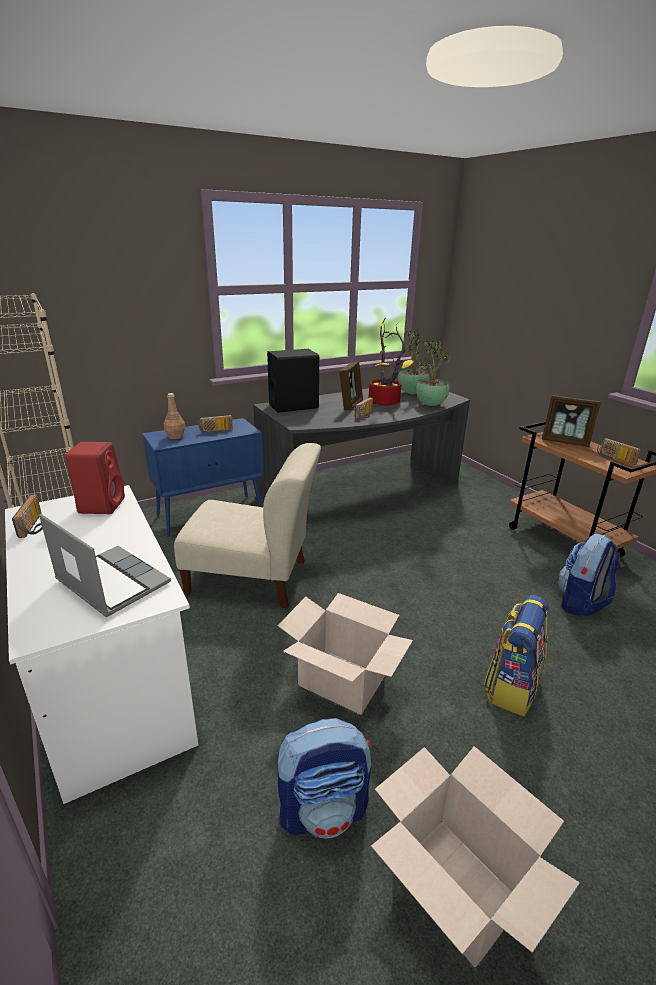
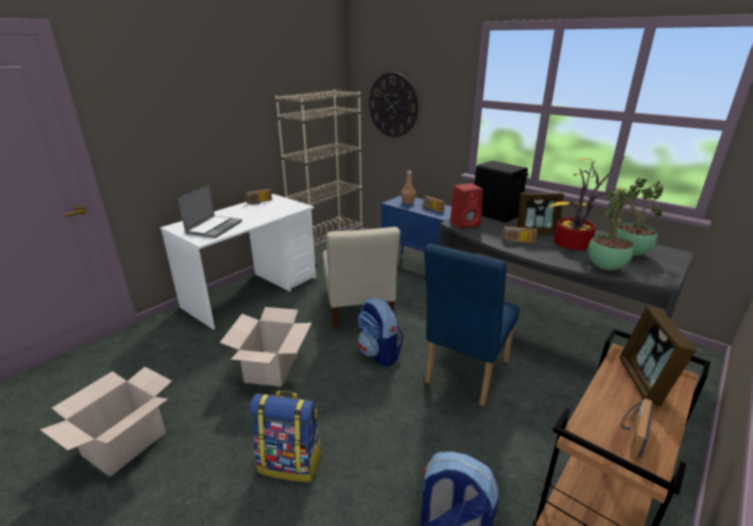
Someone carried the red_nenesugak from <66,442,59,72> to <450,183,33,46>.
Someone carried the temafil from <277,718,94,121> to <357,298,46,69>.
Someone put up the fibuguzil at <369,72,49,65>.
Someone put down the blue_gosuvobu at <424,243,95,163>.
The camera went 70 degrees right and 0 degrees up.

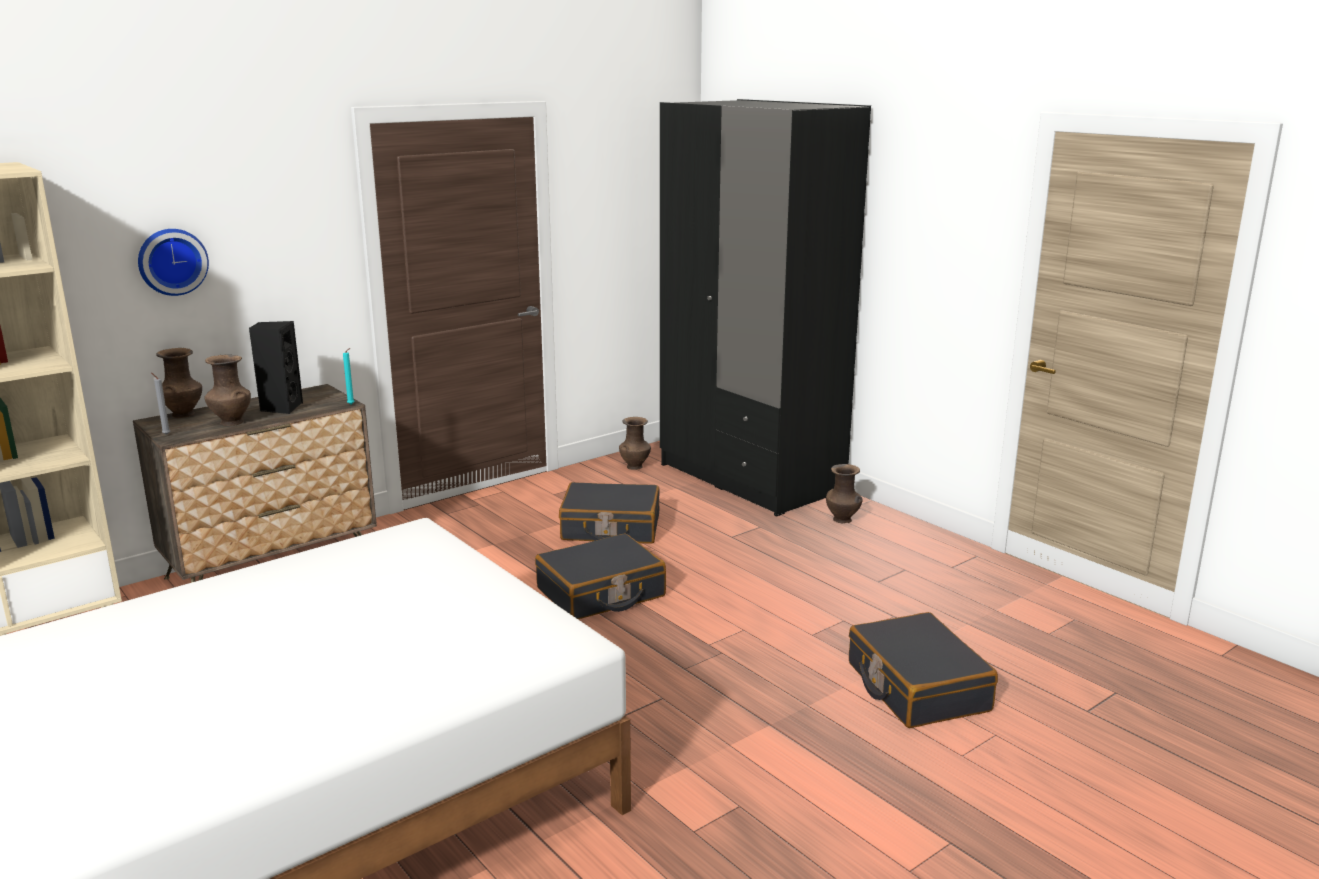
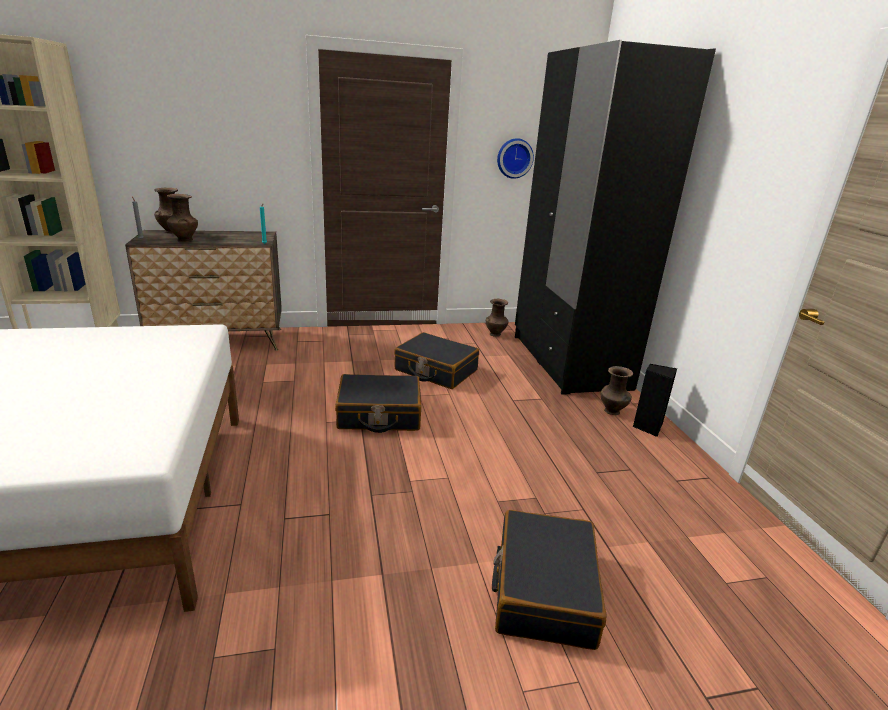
Someone carried the fibuguzil from <138,229,71,67> to <497,138,37,41>.
Someone carried the black_nenesugak from <249,321,54,93> to <633,364,44,73>.
The camera went 25 degrees right and 5 degrees up.

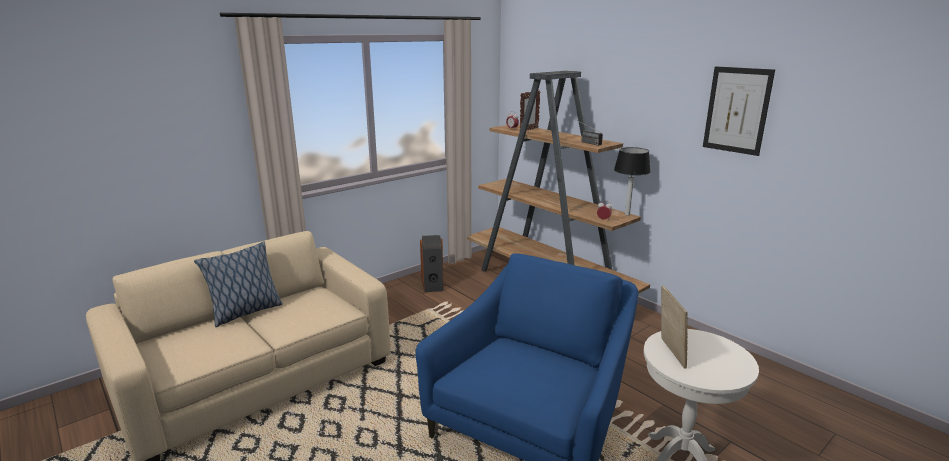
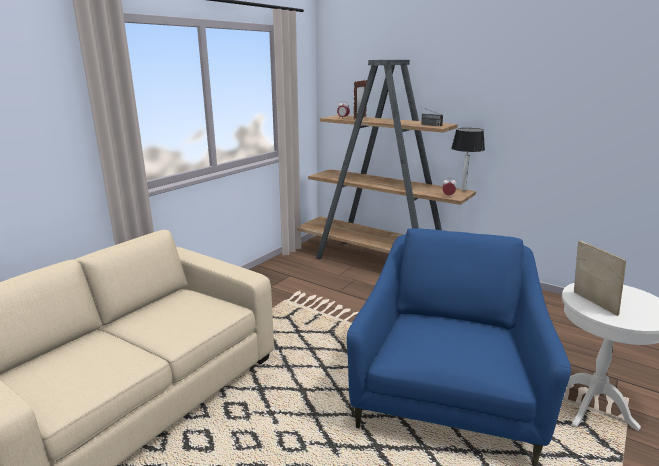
Someone took away the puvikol at <194,241,89,86>.
Someone took away the nenesugak at <420,235,24,57>.
Someone took away the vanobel at <703,66,72,90>.
The camera went 15 degrees left and 0 degrees up.

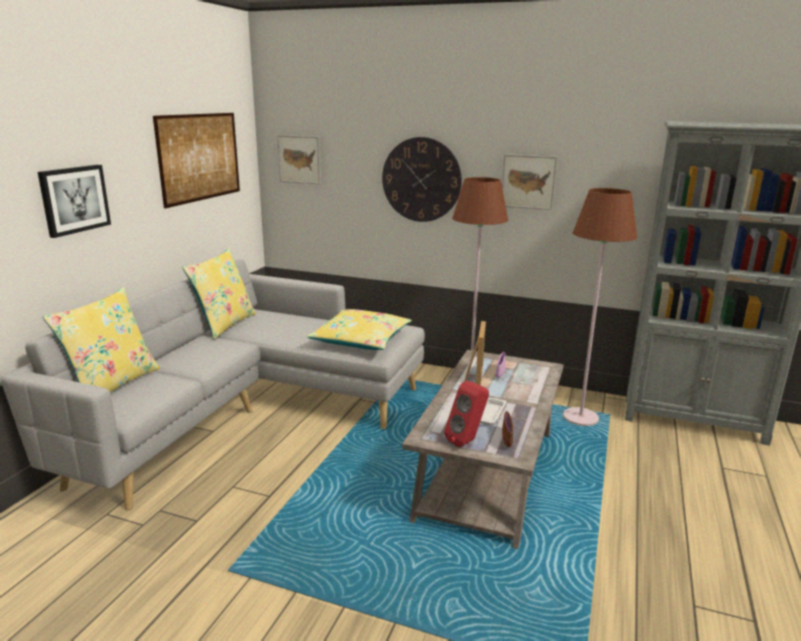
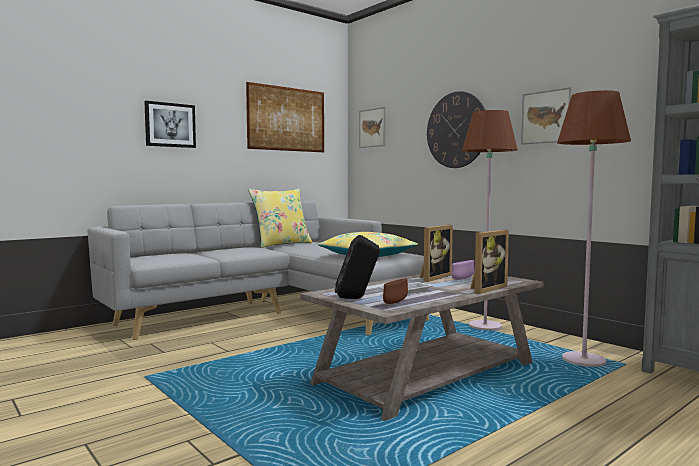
Someone took away the yellow_puvikol at <43,287,117,105>.
Someone repainted the red_nenesugak at <444,381,45,67>, which became the black_nenesugak at <335,235,45,64>.
Someone put down the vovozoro at <470,230,39,64>.
The camera went 30 degrees right and 15 degrees down.

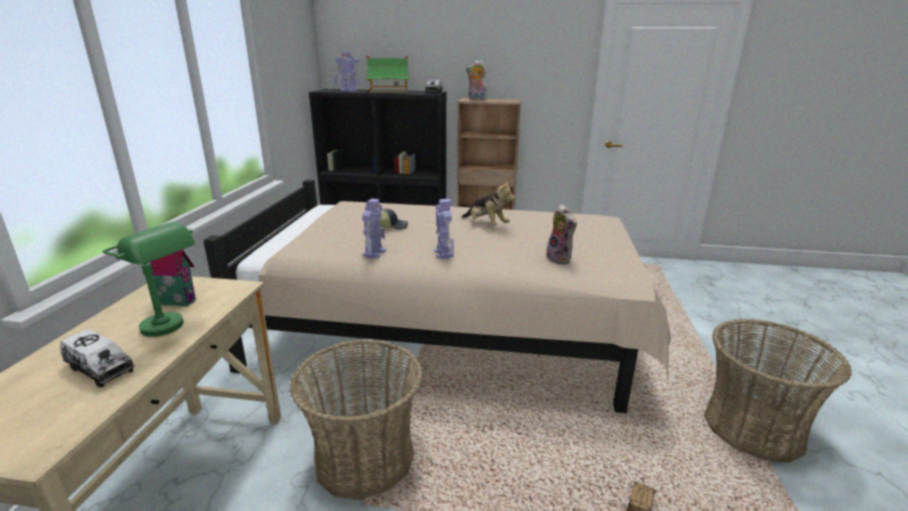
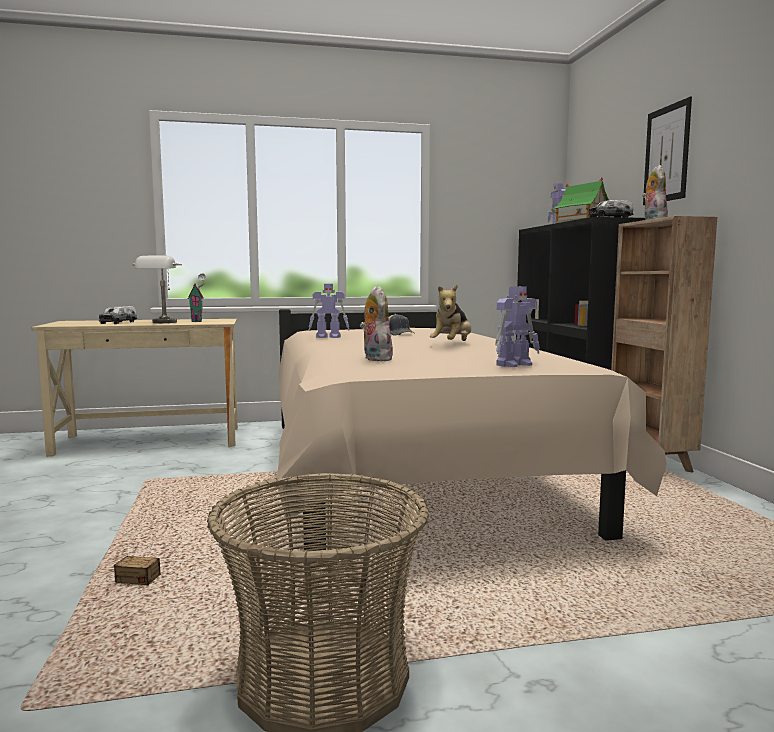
Someone repainted the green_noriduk at <103,222,92,115>, which became the grey_noriduk at <133,256,49,67>.
Someone took away the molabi at <290,339,133,161>.
Someone carried the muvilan from <434,199,20,60> to <495,286,45,81>.
Someone rotated the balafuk at <546,204,31,60> by 120 degrees clockwise.
Someone put up the vanobel at <643,97,49,108>.
The camera went 70 degrees right and 15 degrees down.

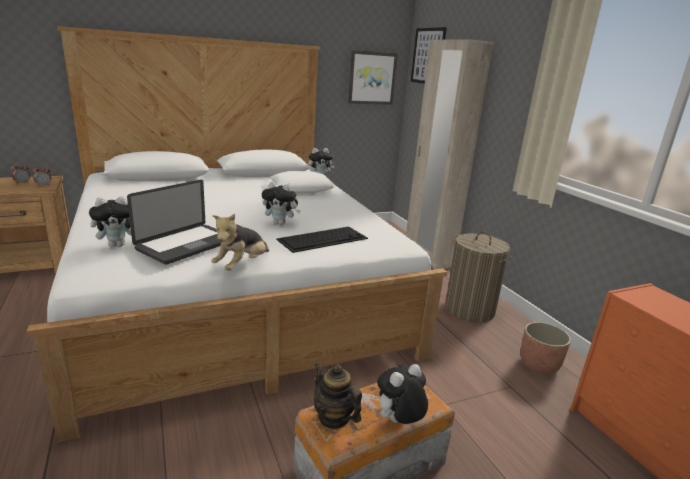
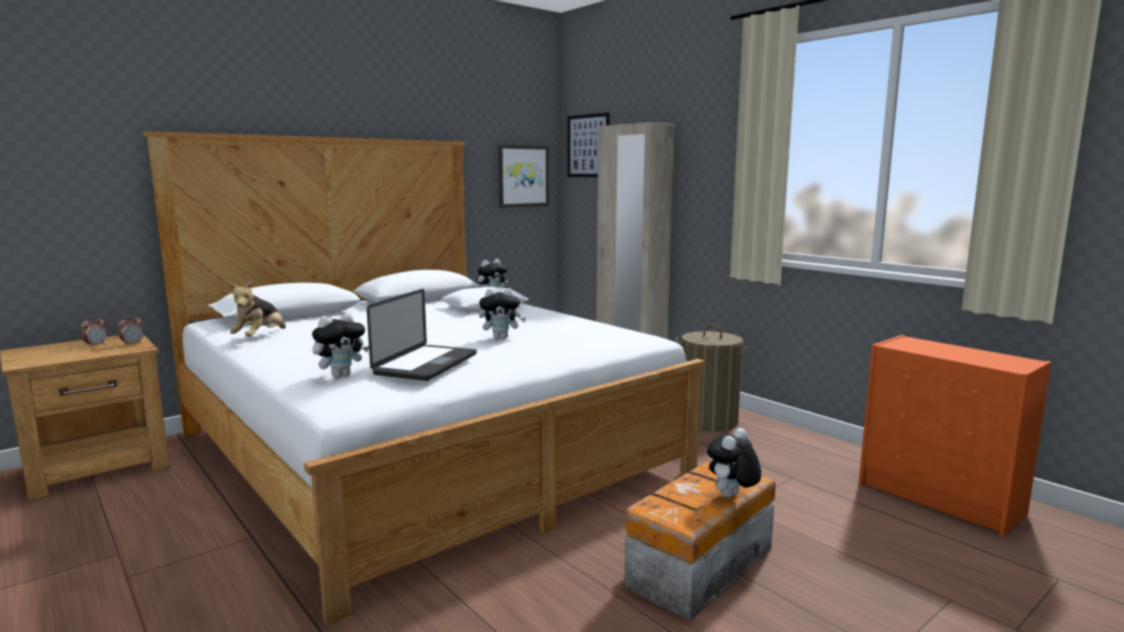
Someone carried the balafuk from <211,214,58,56> to <230,281,56,55>.
Someone took away the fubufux at <276,227,92,26>.
Someone took away the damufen at <314,362,48,67>.
Someone took away the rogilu at <520,322,51,52>.
The camera went 15 degrees left and 10 degrees down.

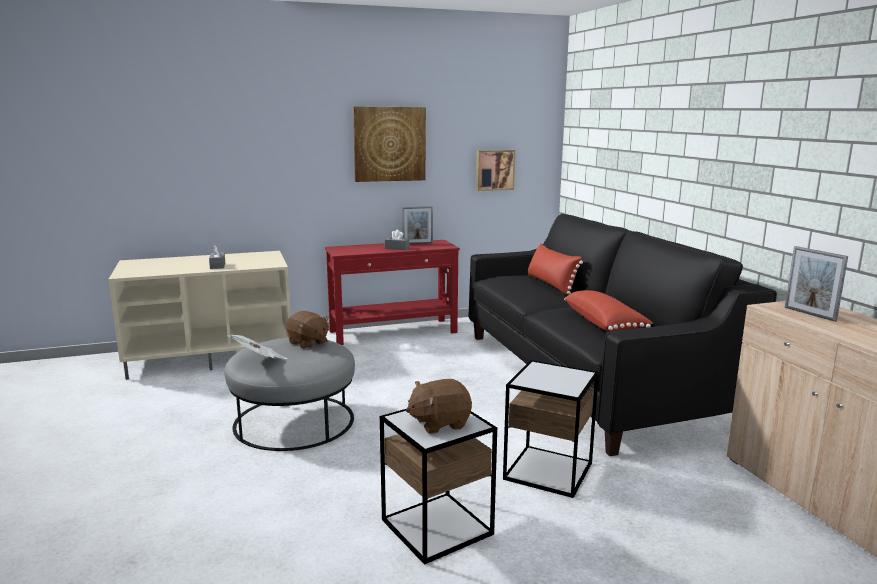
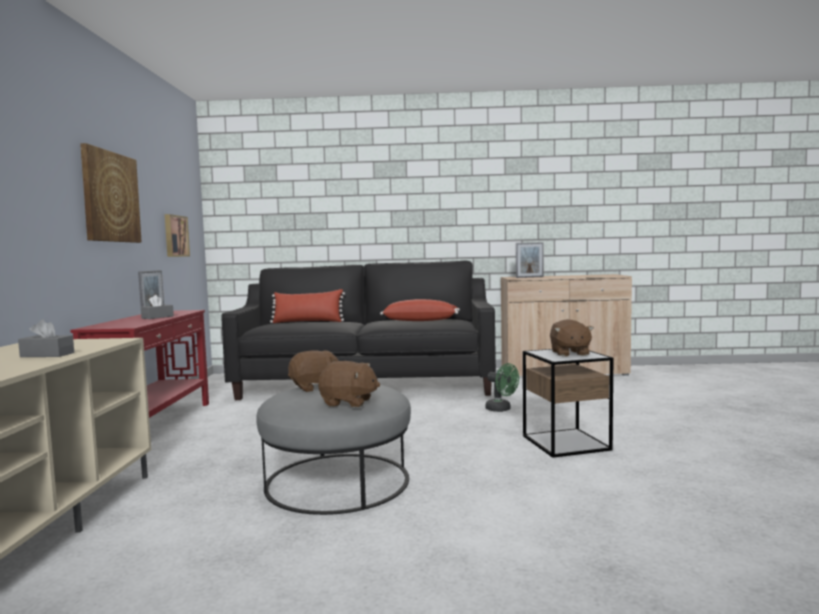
Someone swapped the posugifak at <227,335,61,24> for the brown_balafuk at <318,361,62,46>.
Someone swapped the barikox at <503,360,96,138> for the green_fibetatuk at <485,363,34,49>.
The camera went 70 degrees left and 10 degrees down.

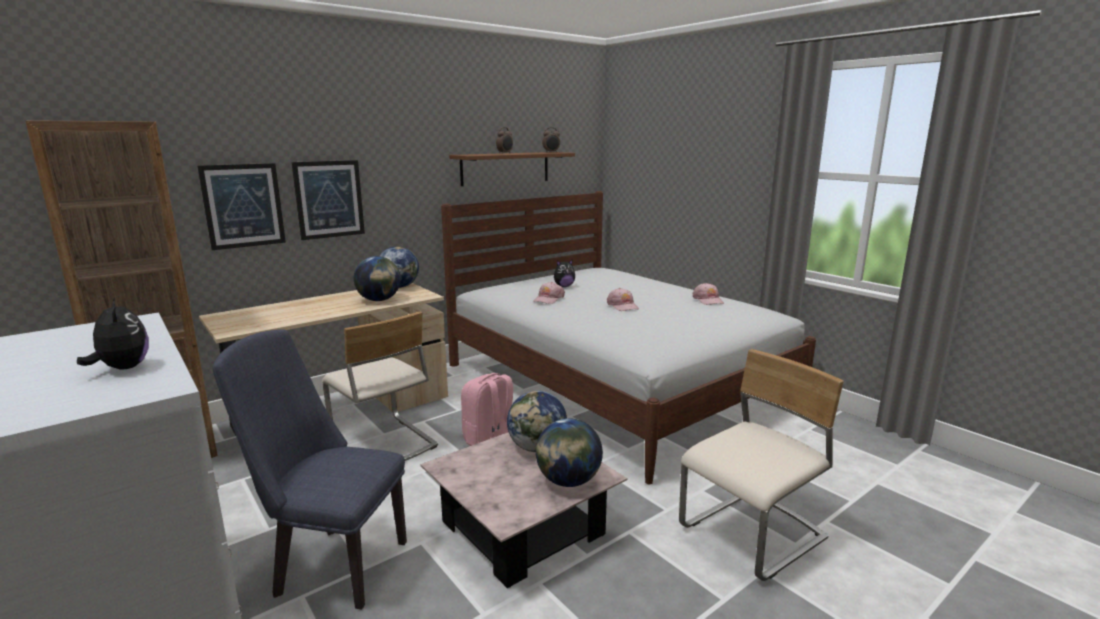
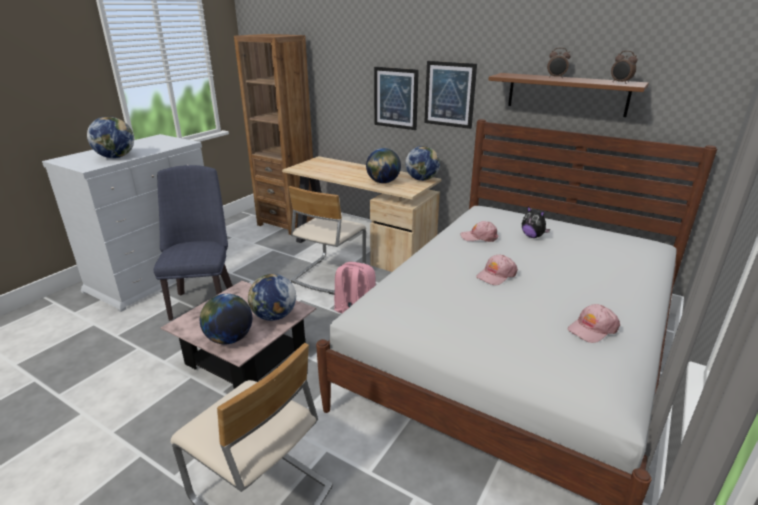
Someone swapped the balafuk at <77,297,72,72> for the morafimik at <87,116,47,42>.
Someone carried the vanobel from <197,163,89,87> to <424,61,53,68>.
The camera went 70 degrees right and 10 degrees up.

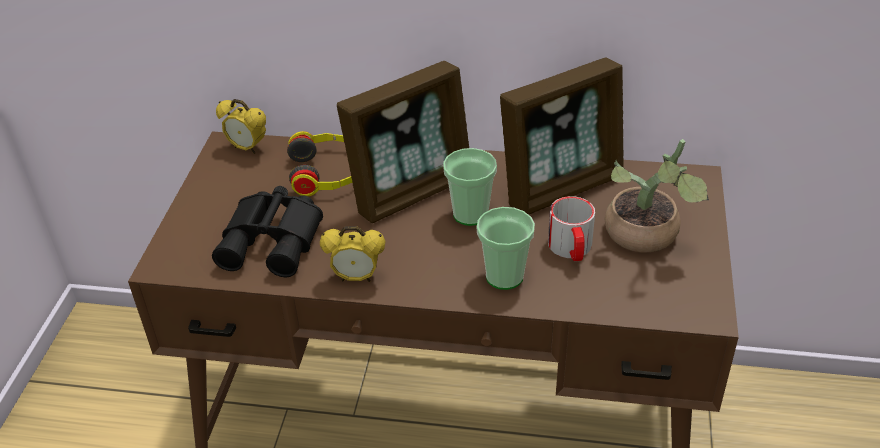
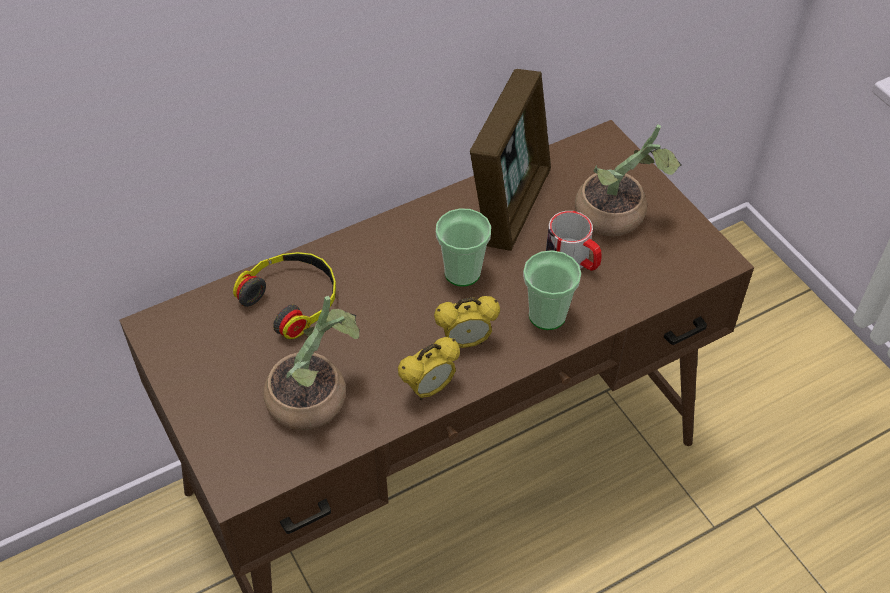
Someone swapped the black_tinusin at <212,186,111,91> for the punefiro at <264,296,96,134>.
Someone carried the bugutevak from <216,99,50,55> to <434,296,66,52>.
Someone took away the vovozoro at <337,61,132,162>.
The camera went 40 degrees left and 10 degrees up.

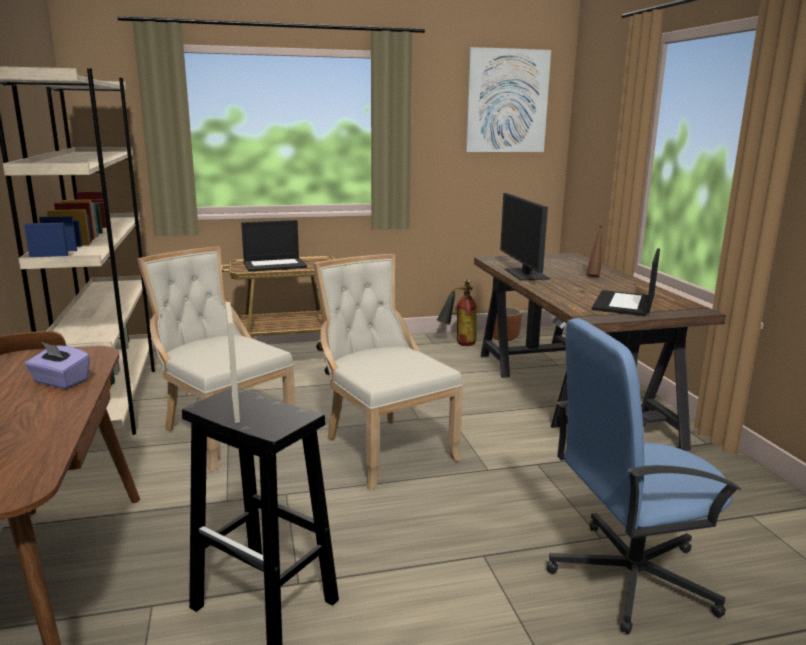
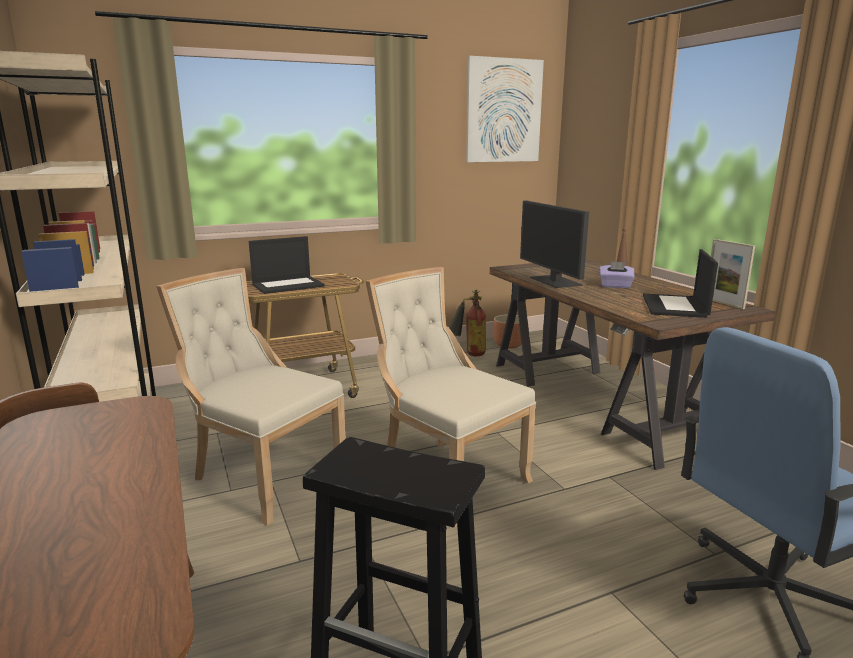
Someone carried the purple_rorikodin from <25,342,65,47> to <600,261,35,27>.
Someone carried the vovozoro from <226,302,14,121> to <711,239,44,70>.
The camera went 10 degrees left and 0 degrees up.

